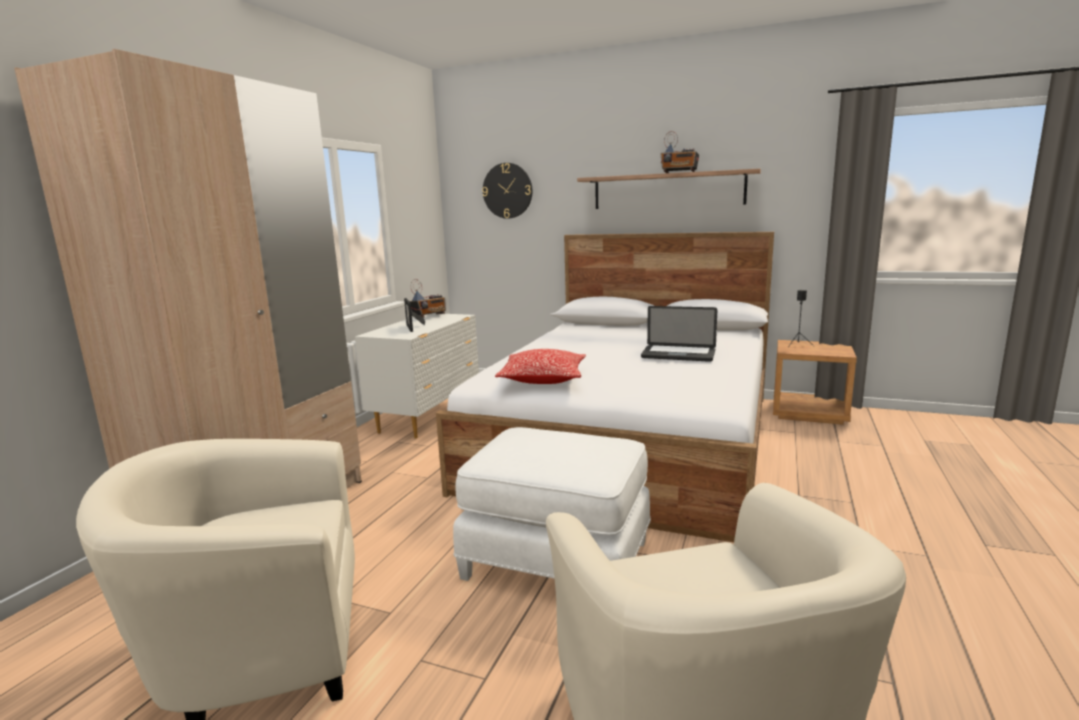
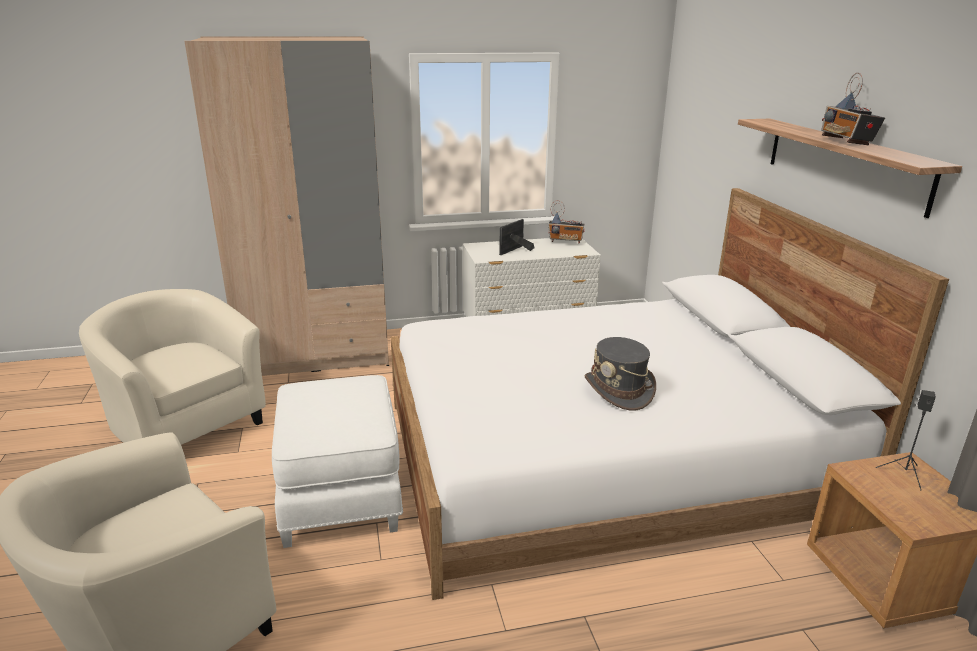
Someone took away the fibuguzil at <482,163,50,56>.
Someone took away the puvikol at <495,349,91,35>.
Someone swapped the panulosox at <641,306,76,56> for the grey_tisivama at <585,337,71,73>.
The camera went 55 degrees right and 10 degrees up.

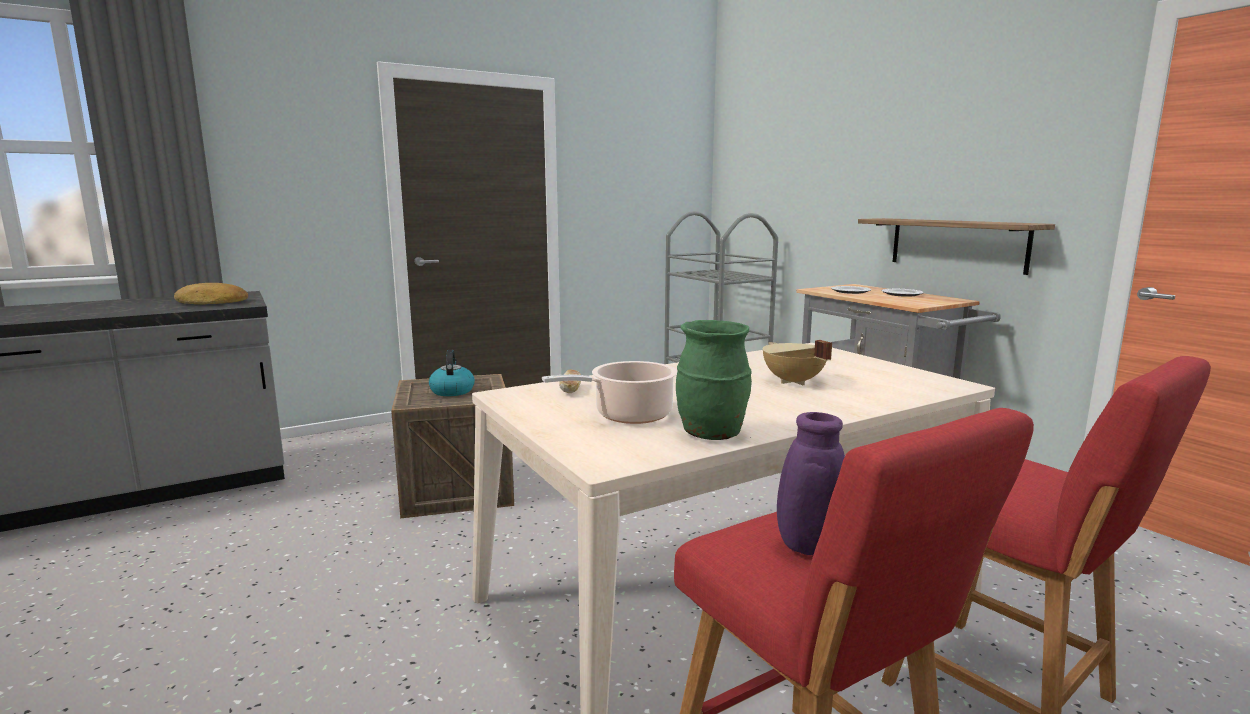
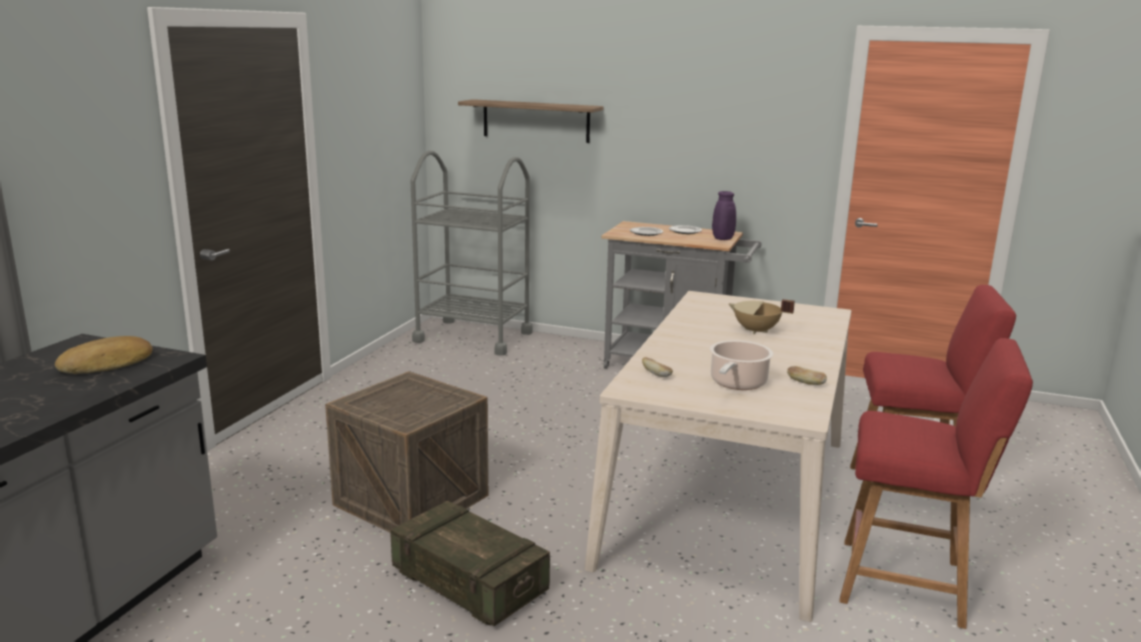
Someone took away the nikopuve at <429,350,46,46>.
Someone swapped the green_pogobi at <676,320,76,120> for the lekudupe at <787,366,40,19>.
Someone carried the purple_pogobi from <751,412,94,143> to <712,191,24,49>.
Someone carried the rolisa from <858,218,197,57> to <458,99,145,44>.
Someone put down the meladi at <390,501,160,125>.
The camera went 40 degrees left and 5 degrees up.

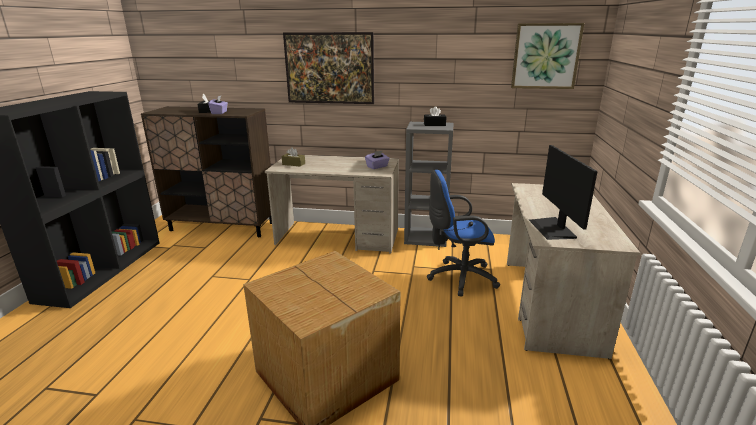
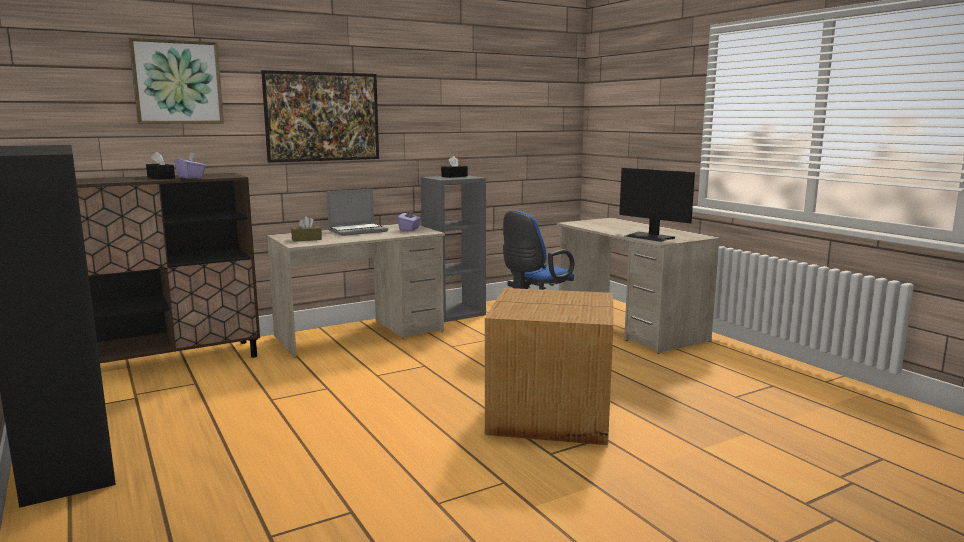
Someone carried the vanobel from <511,23,73,66> to <129,38,95,86>.
Someone put down the panulosox at <327,189,61,47>.
The camera went 40 degrees left and 10 degrees down.

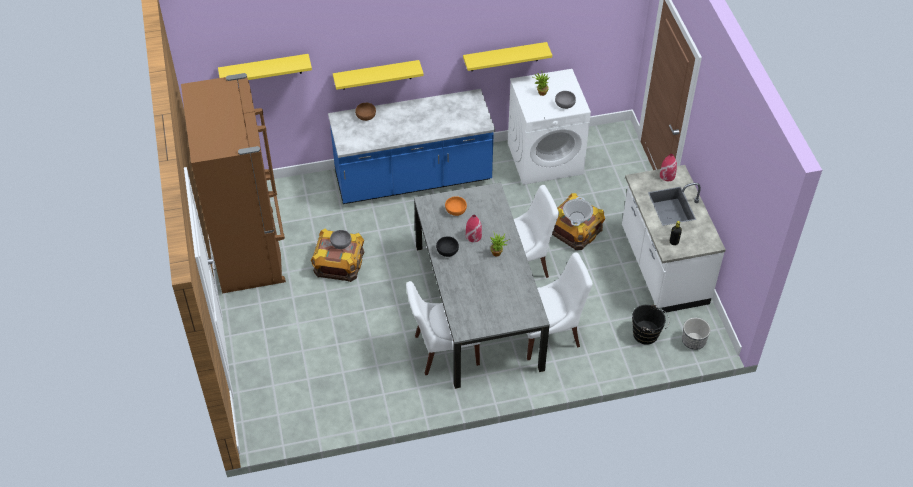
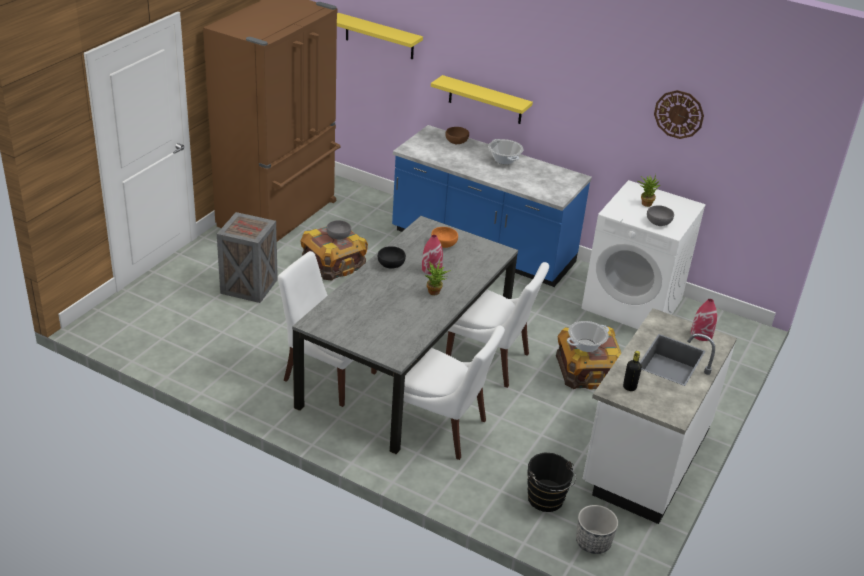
Someone took away the yellow_rolisa at <463,42,89,29>.
Someone put down the meladi at <217,212,61,91>.
Someone put down the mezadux at <488,139,35,25>.
Someone put up the fibuguzil at <654,90,50,49>.
The camera went 40 degrees right and 15 degrees down.

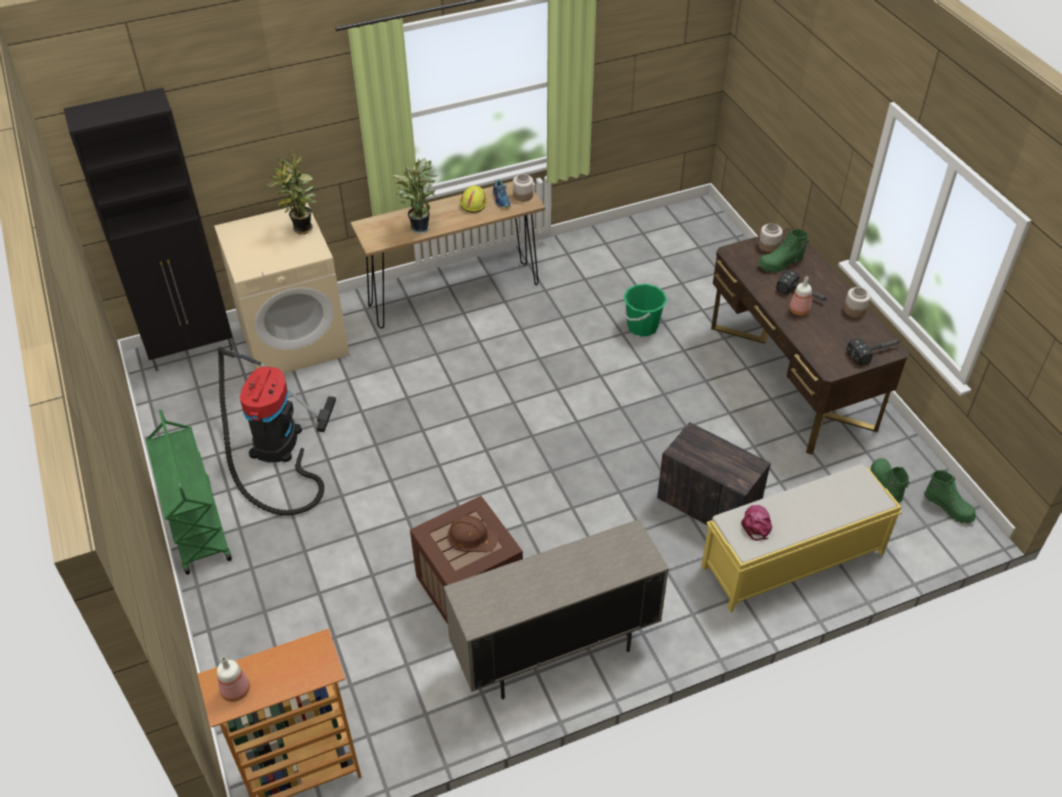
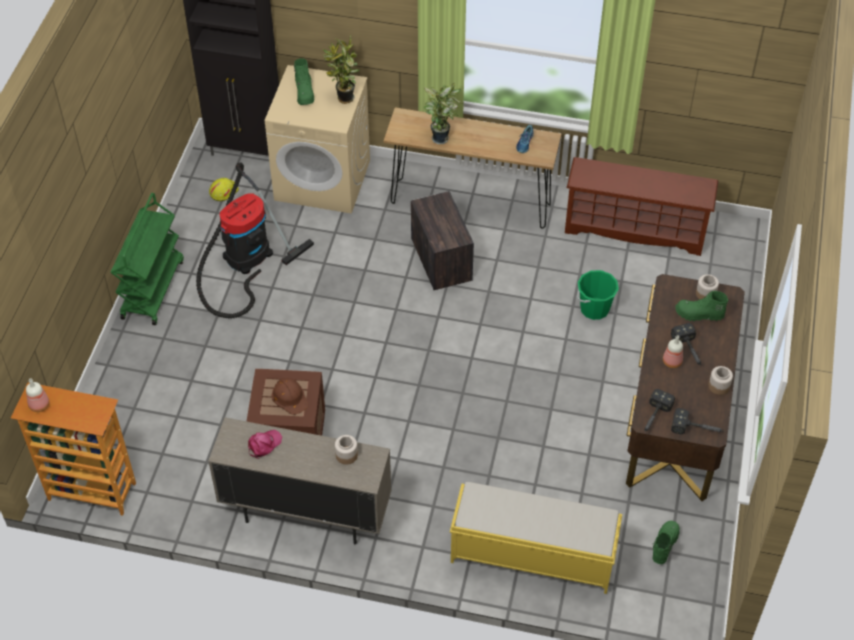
Someone carried the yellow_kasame from <460,185,27,28> to <209,178,30,23>.
Someone carried the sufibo from <513,174,20,28> to <335,435,23,30>.
Someone carried the meladi from <657,422,114,104> to <411,191,63,99>.
Someone carried the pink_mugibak from <741,505,31,36> to <248,430,34,29>.
Someone carried the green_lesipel from <924,470,52,54> to <294,58,20,47>.
Someone put down the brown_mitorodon at <565,157,154,99>.
Someone put down the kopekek at <644,389,31,44>.
The camera went 35 degrees right and 5 degrees up.

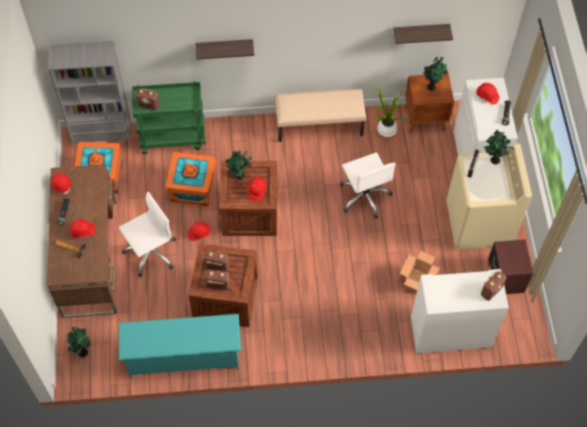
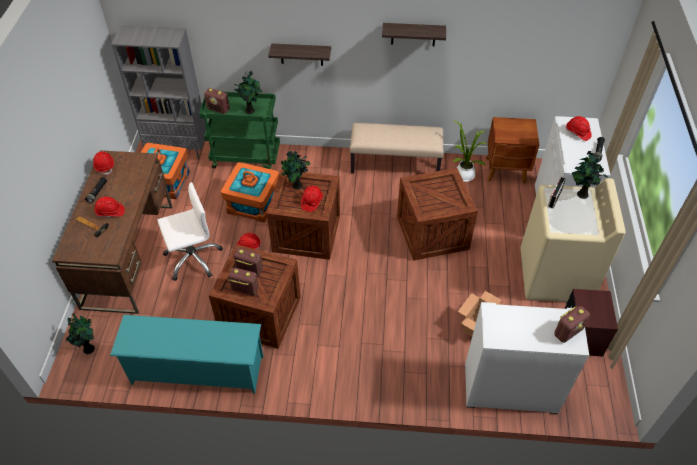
Someone swapped the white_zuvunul at <340,152,56,66> for the meladi at <397,168,81,93>.
Someone carried the rolisa from <393,24,60,20> to <382,23,64,23>.
Someone carried the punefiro from <423,56,25,35> to <234,71,28,43>.
The camera went 10 degrees right and 10 degrees down.

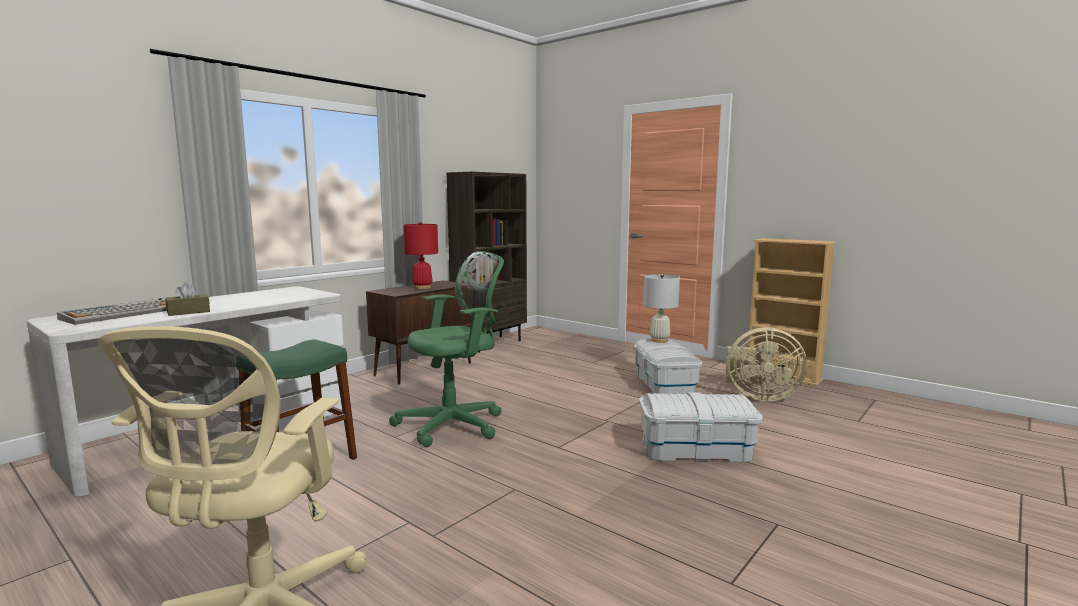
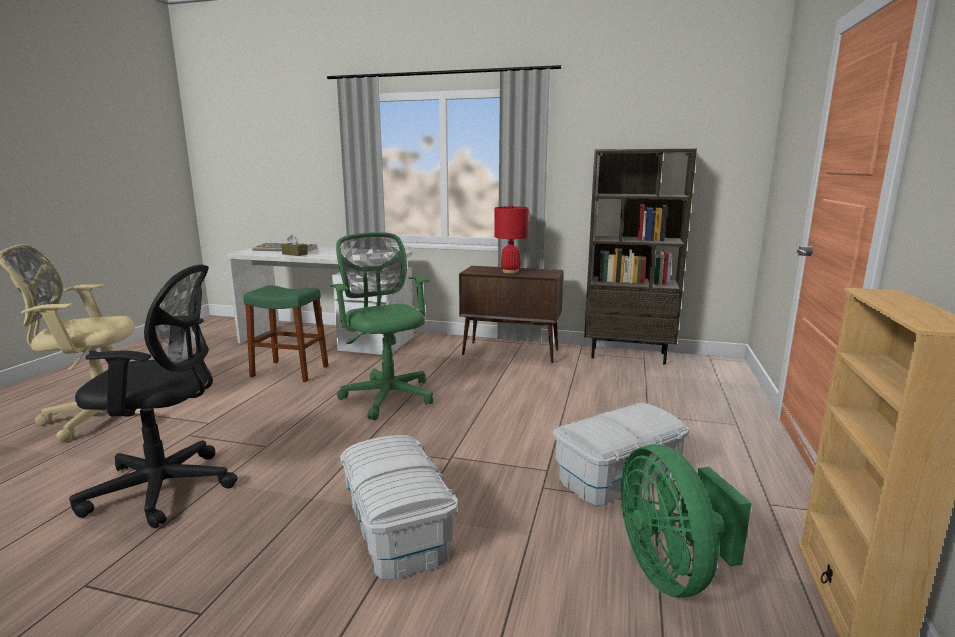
Someone rotated the green_zuvunul at <389,251,115,196> by 150 degrees counterclockwise.
Someone took away the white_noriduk at <644,274,36,69>.
Someone repainted the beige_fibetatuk at <725,327,82,74>, which became the green_fibetatuk at <621,444,131,153>.
Someone put down the black_zuvunul at <69,265,168,263>.
The camera went 65 degrees right and 5 degrees up.

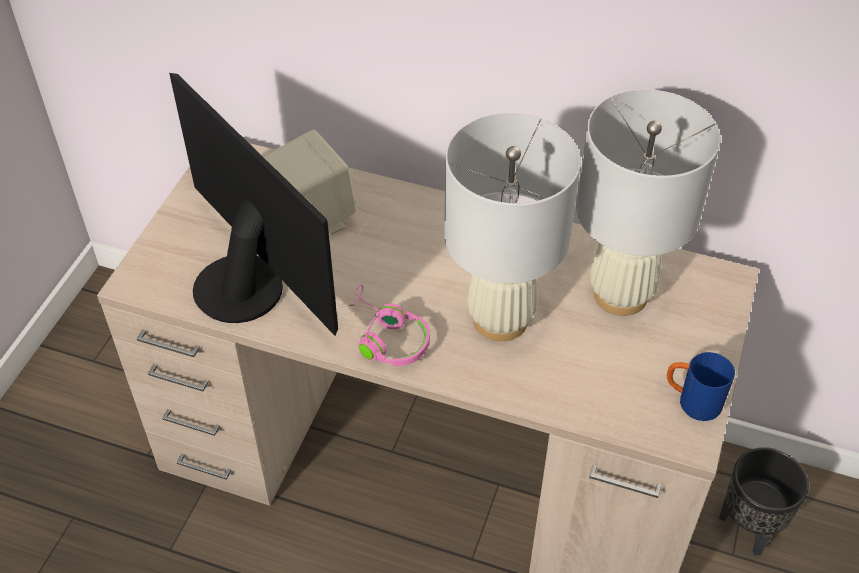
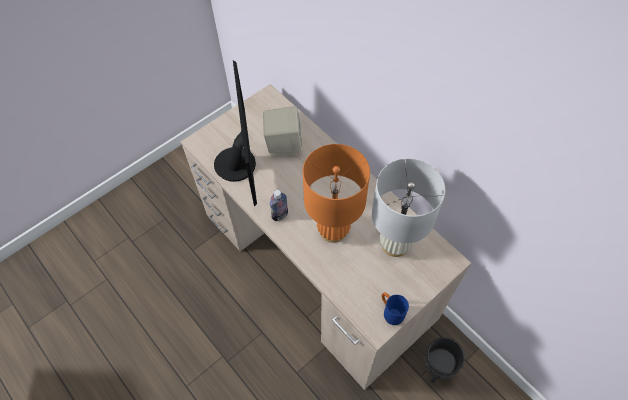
Someone swapped the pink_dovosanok at <351,284,79,82> for the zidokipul at <270,190,18,31>.
Someone repainted the white_noriduk at <444,113,137,228>, which became the orange_noriduk at <303,144,67,99>.
The camera went 30 degrees right and 10 degrees up.

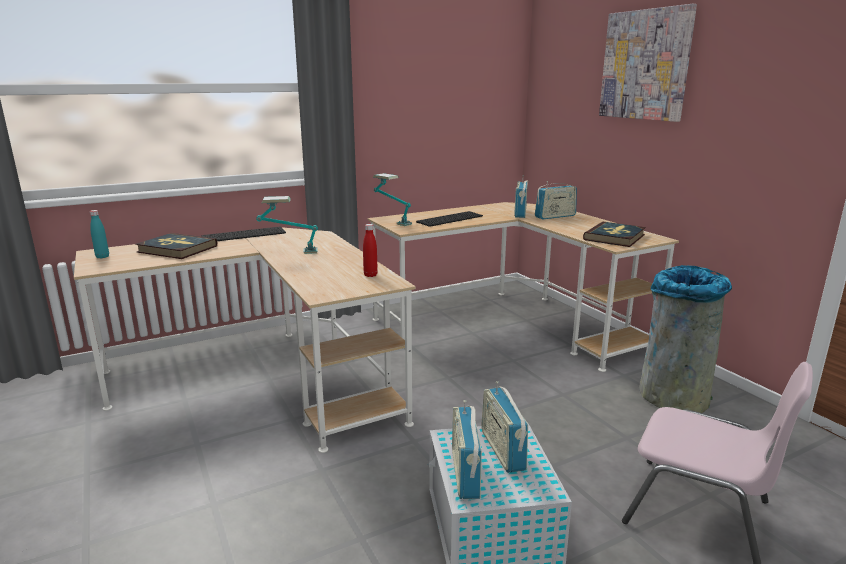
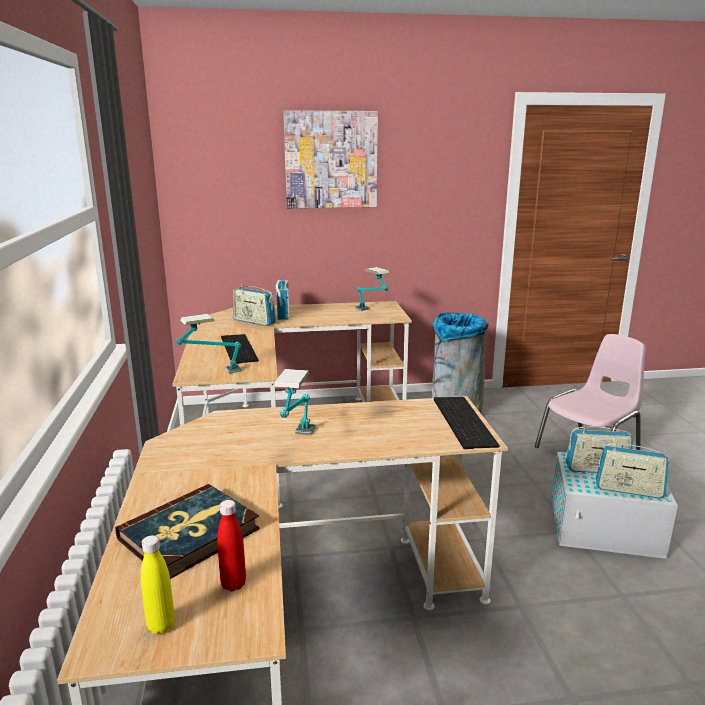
Someone repainted the turquoise_zidokipul at <90,210,19,49>, which became the yellow_zidokipul at <141,535,34,99>.
Someone carried the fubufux from <202,227,84,14> to <434,397,66,52>.
Someone carried the red_zidokipul from <363,224,15,53> to <217,500,29,91>.
Someone swapped the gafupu at <583,222,63,25> for the noriduk at <355,267,35,44>.
The camera went 70 degrees left and 0 degrees up.

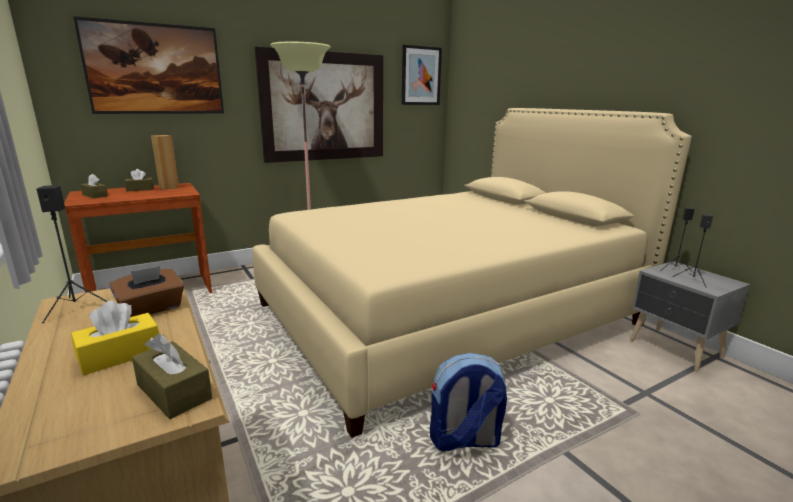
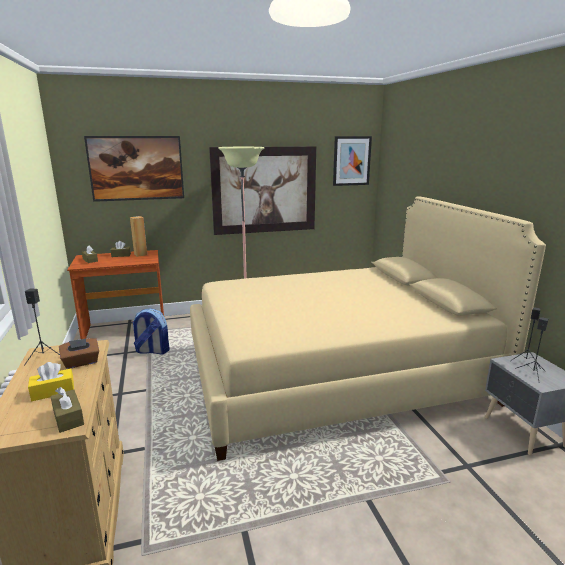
Someone carried the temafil from <430,353,77,98> to <132,308,38,47>.
The camera went 15 degrees right and 0 degrees up.

